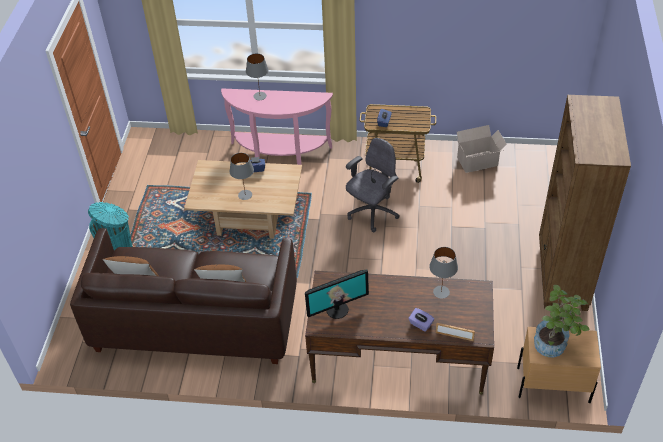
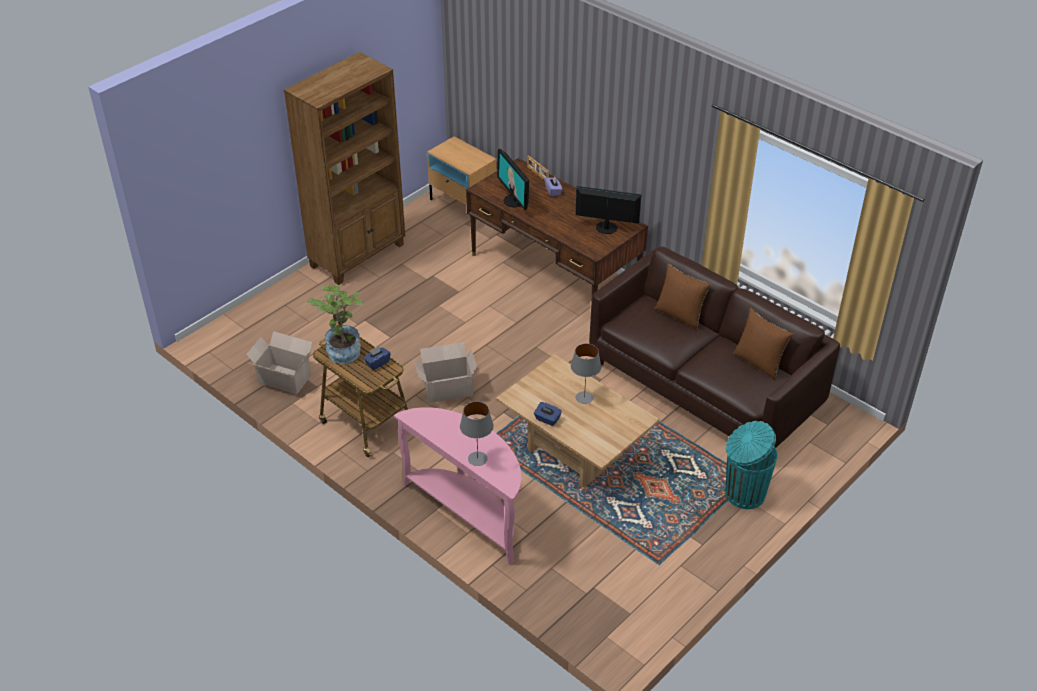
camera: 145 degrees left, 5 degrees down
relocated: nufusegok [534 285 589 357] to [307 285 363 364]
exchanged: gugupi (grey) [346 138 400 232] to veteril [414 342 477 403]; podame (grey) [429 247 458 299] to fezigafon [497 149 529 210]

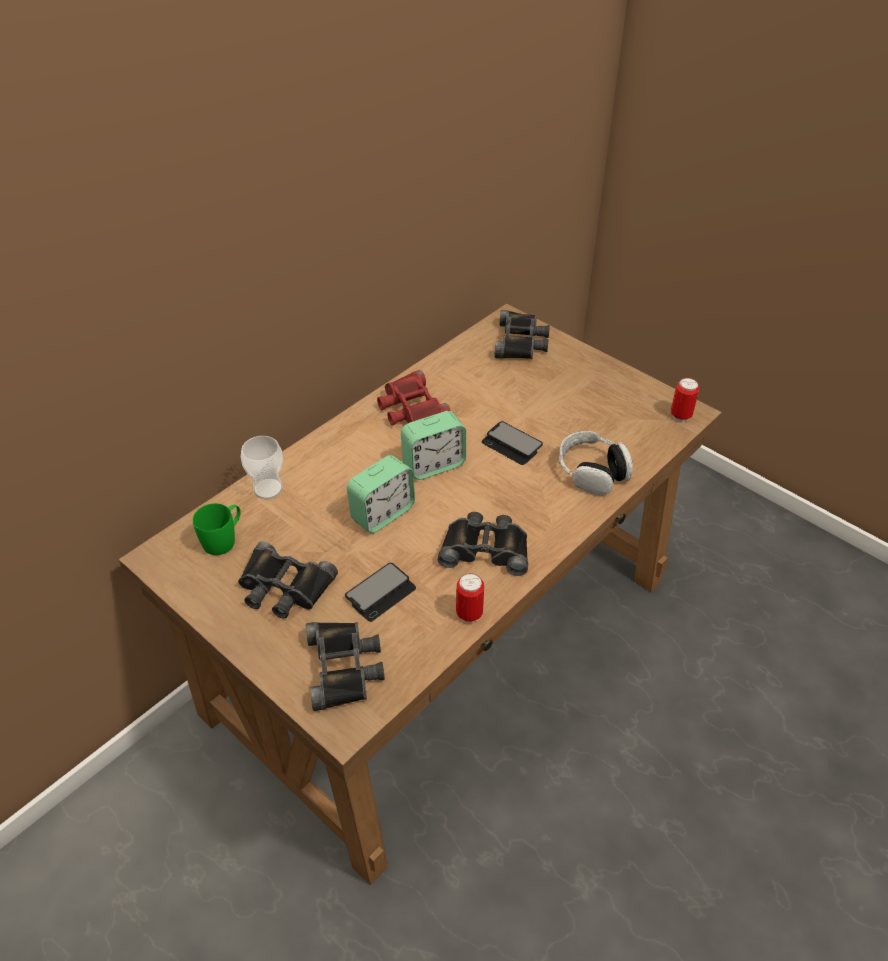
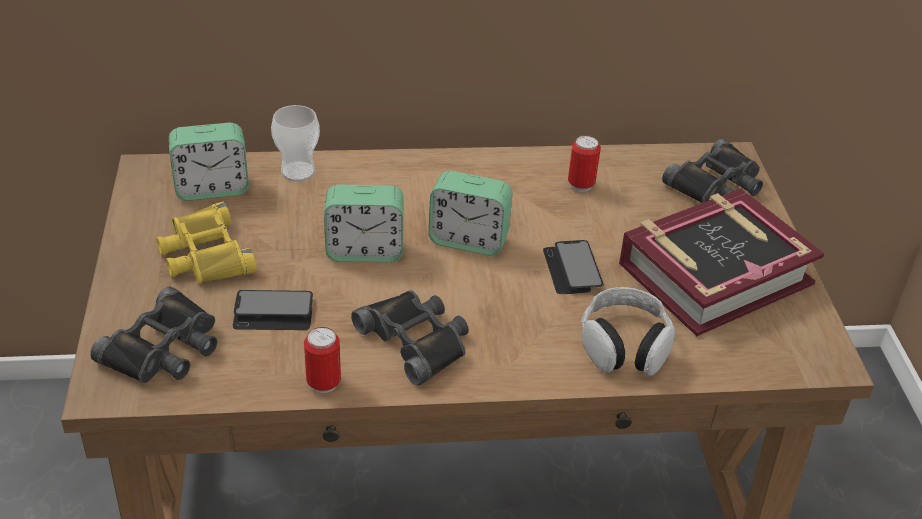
camera: 40 degrees right, 5 degrees down
missing: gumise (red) [377 370 451 426]
appeared: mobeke [619 189 824 336]
relocated: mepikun [671 378 699 422] to [568 135 601 192]
exchanged: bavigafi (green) [193 503 241 555] to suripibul [169 122 249 201]
colour: gumise (black) [238 542 338 618] to gumise (yellow) [157 202 257 284]

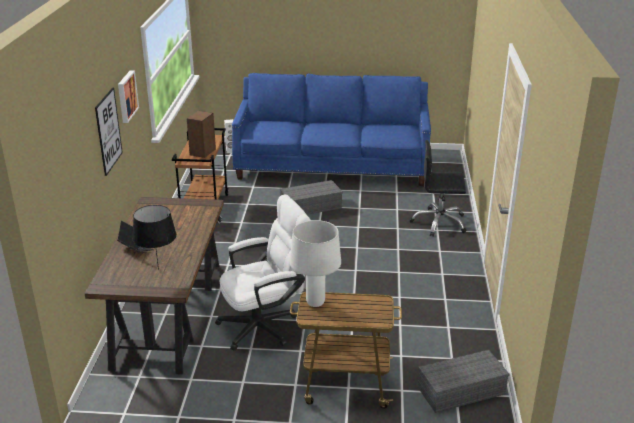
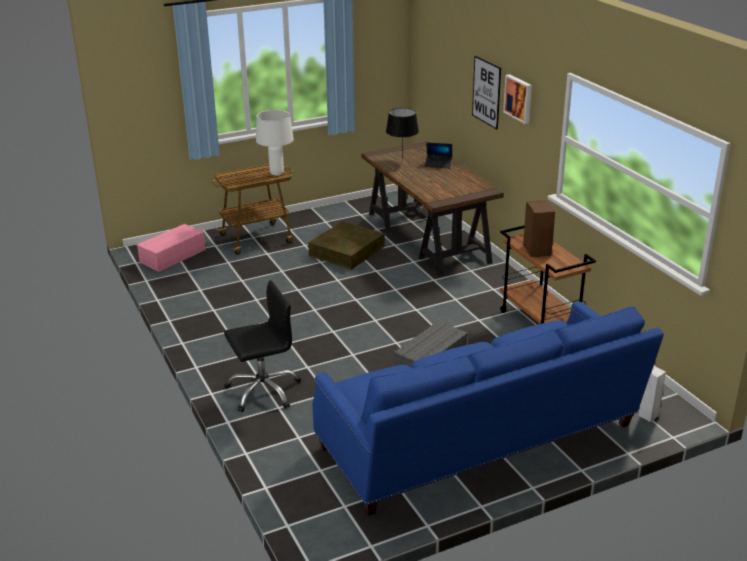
camera: 150 degrees right, 0 degrees up
exchanged: gugupi (white) [215 195 311 351] to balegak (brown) [308 221 385 270]
colour: balegak (grey) [418 350 510 413] to balegak (pink) [136 224 205 272]

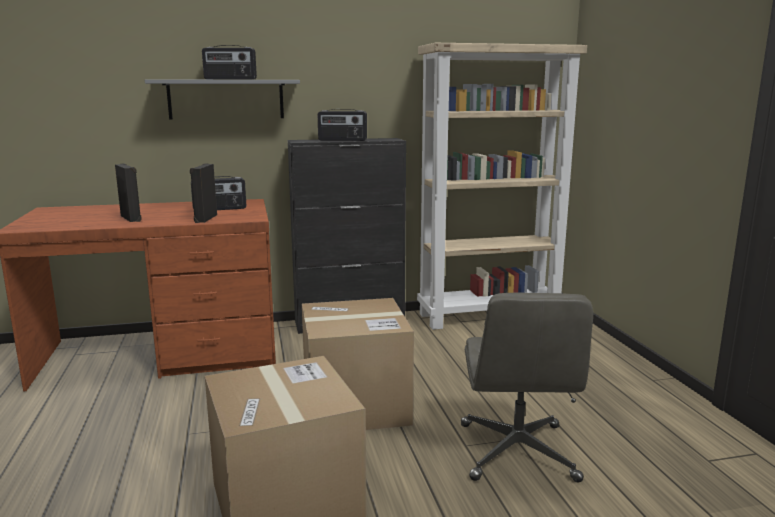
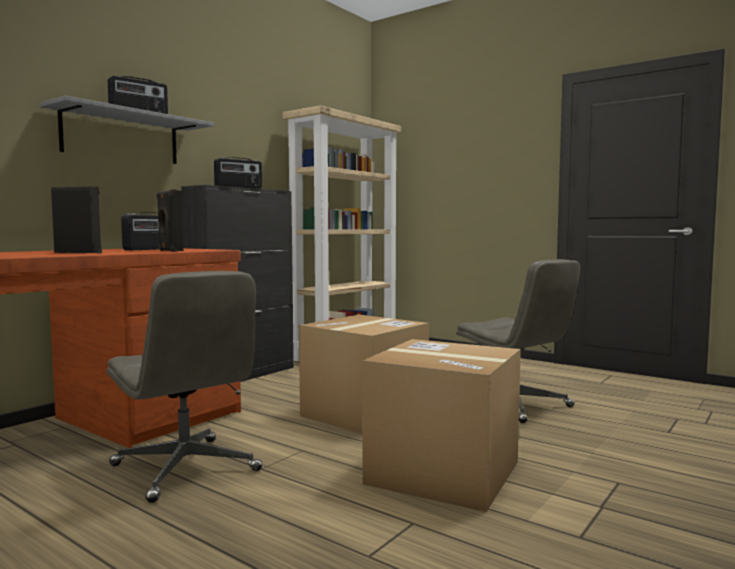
camera: 40 degrees left, 10 degrees down
appeared: gugupi (grey) [106 271 262 503]

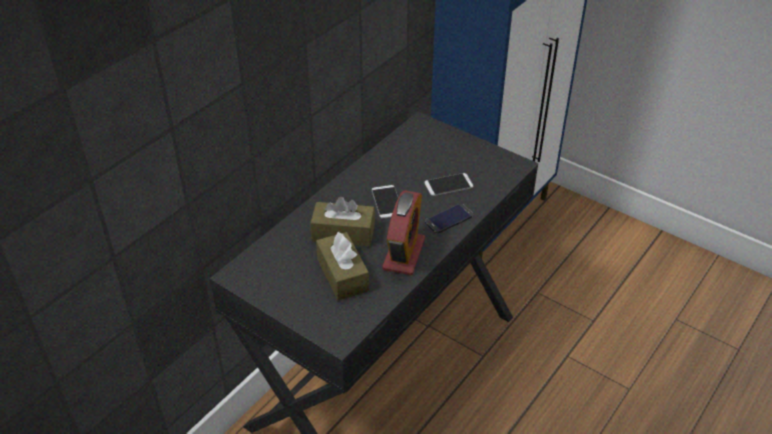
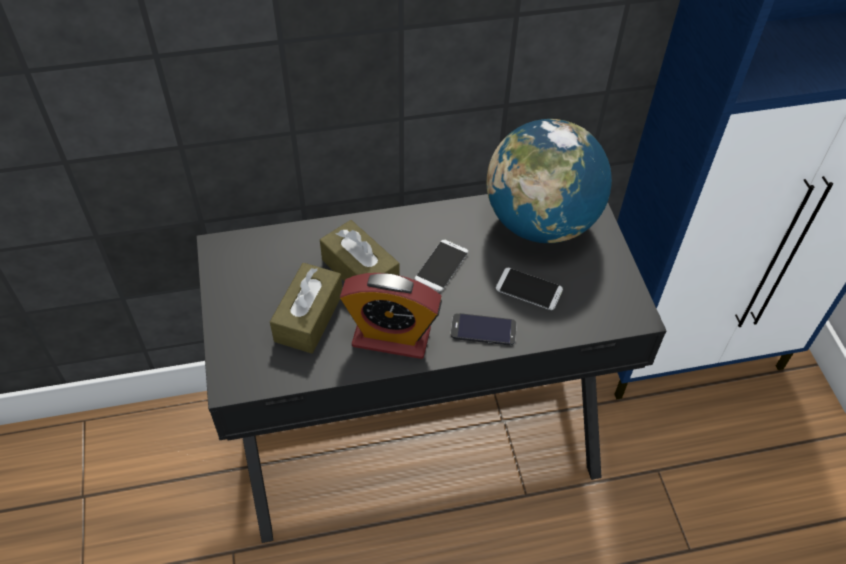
camera: 40 degrees right, 10 degrees up
appeared: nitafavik [487 119 612 243]
spun: suripibul [382 190 425 275] = [340 273 442 359] 45 degrees clockwise

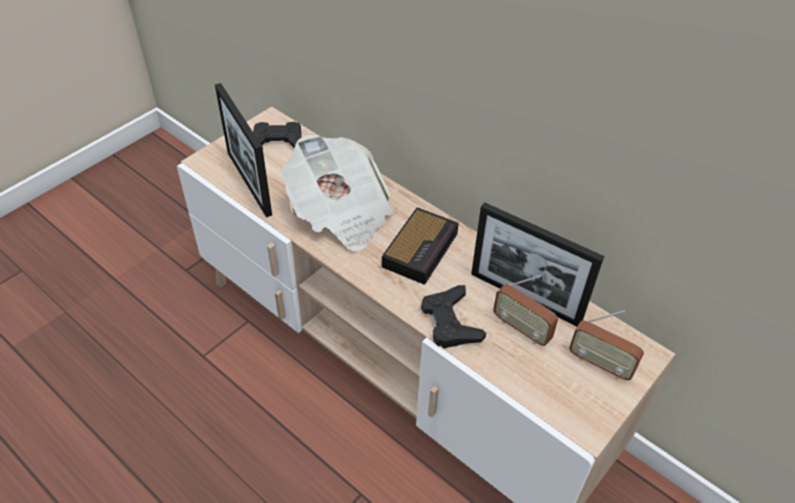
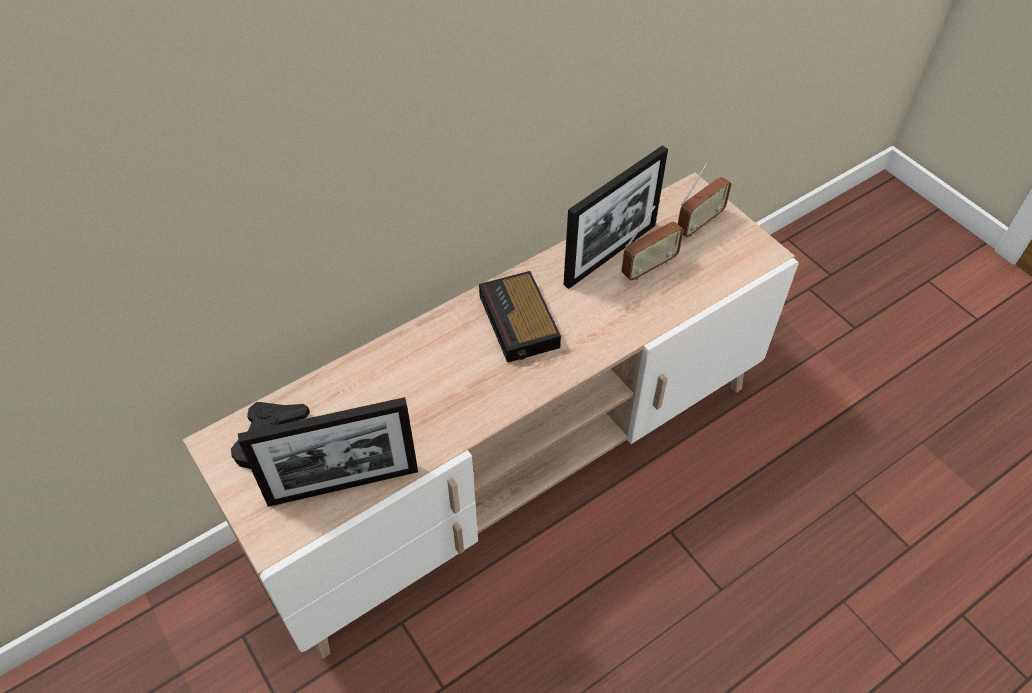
camera: 75 degrees left, 5 degrees up
missing: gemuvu [281 134 395 251]; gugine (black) [421 285 486 348]
spun: suripibul [382 207 459 285] = [479 271 561 363] 150 degrees counterclockwise

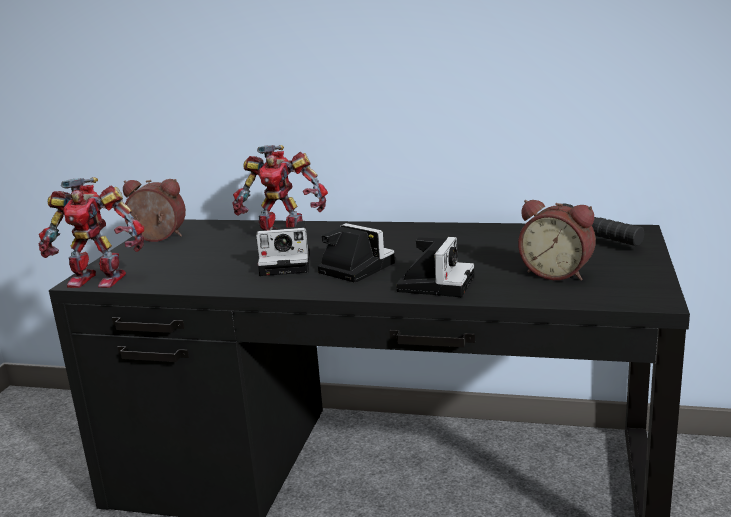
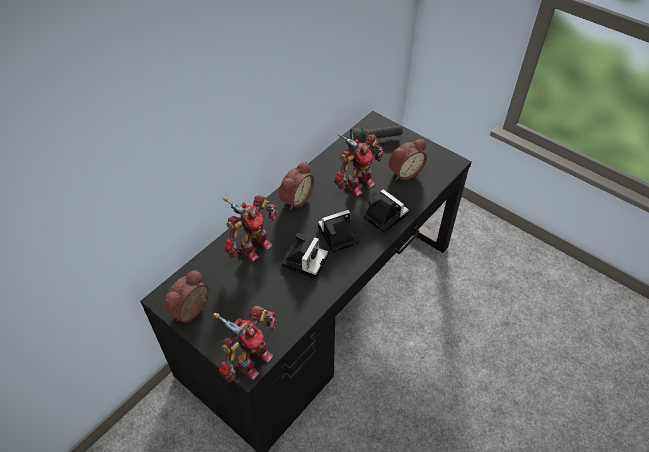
camera: 65 degrees left, 30 degrees up
appeared: suripibul [279 162 314 210]; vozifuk [334 134 384 197]

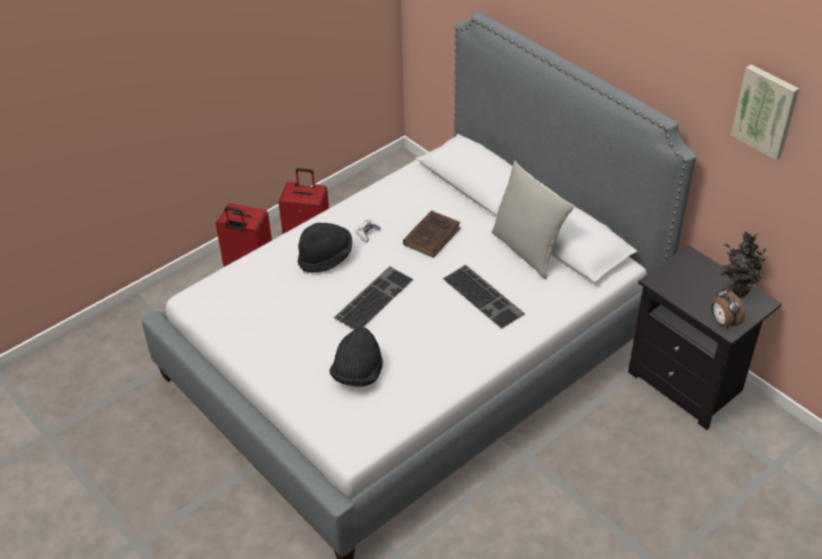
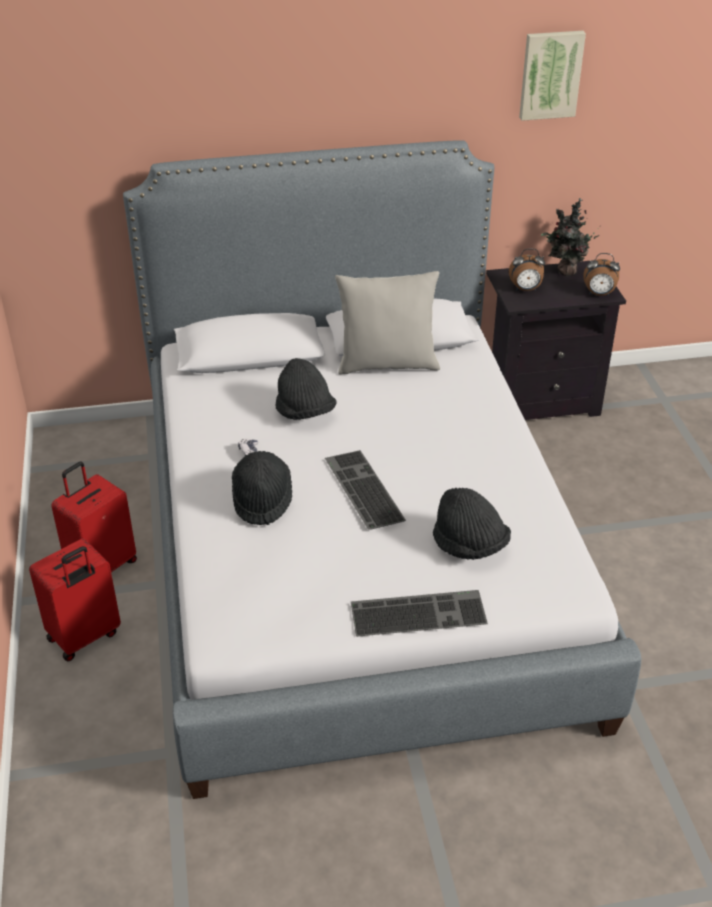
camera: 60 degrees left, 5 degrees down
appeared: suripibul [509 248 545 291]
relocated: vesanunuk [443 265 525 329] to [351 590 488 637]
exchanged: mobeke (brown) [403 210 460 258] to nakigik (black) [275 358 336 420]

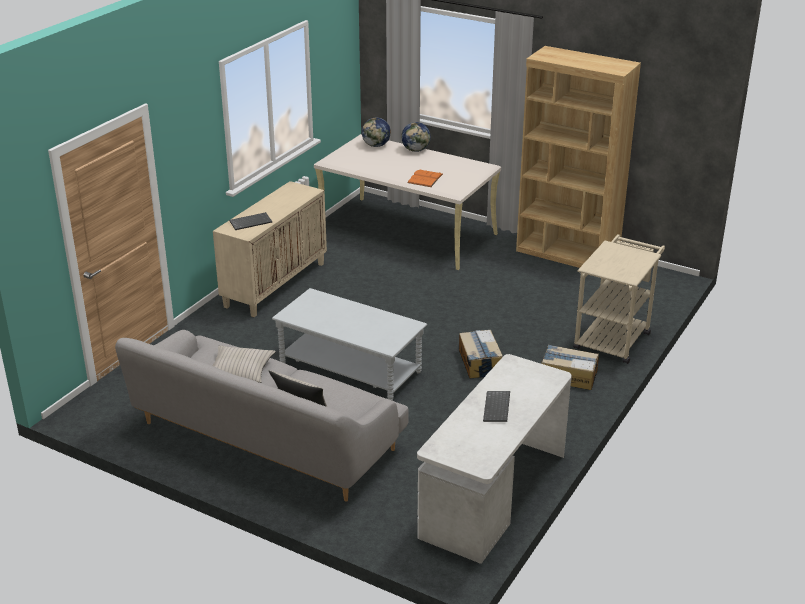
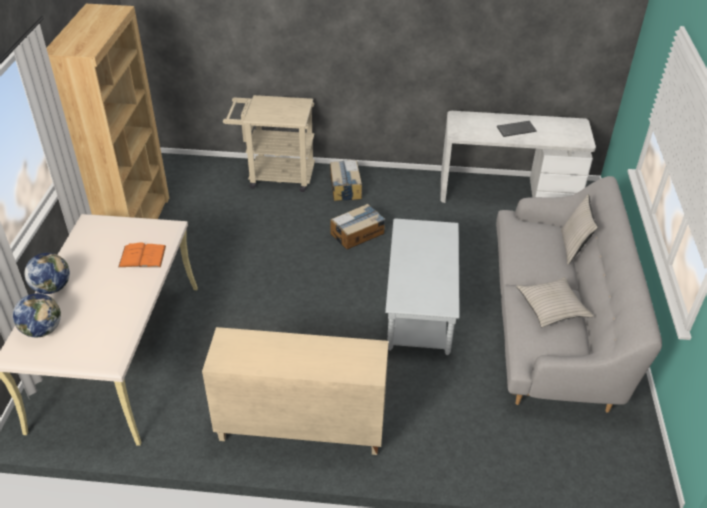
camera: 115 degrees left, 10 degrees up
missing: vesanunuk [229 212 272 230]

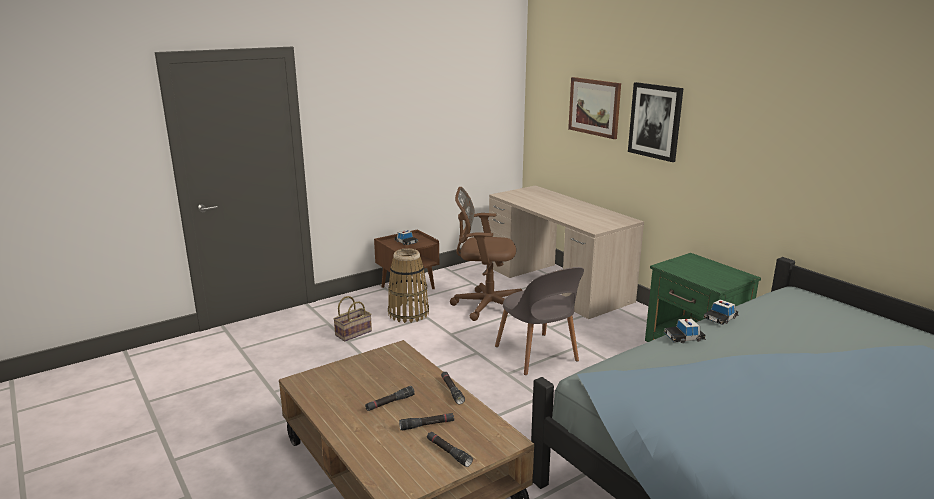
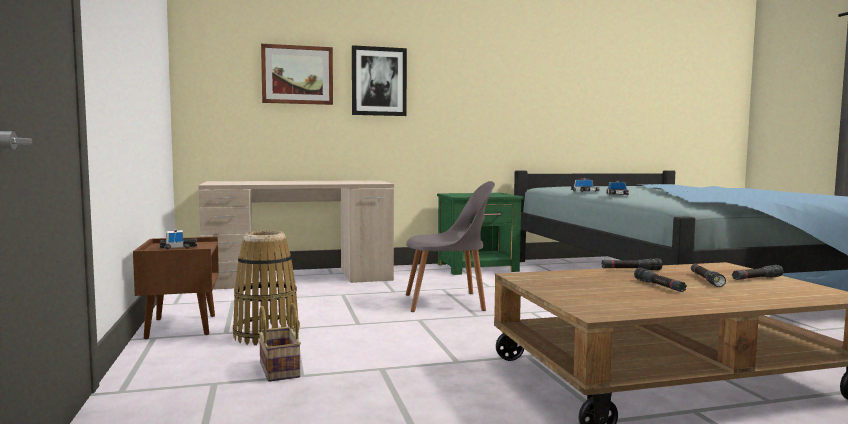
camera: 70 degrees left, 15 degrees down
missing: gugupi (brown) [450 187 522 321]

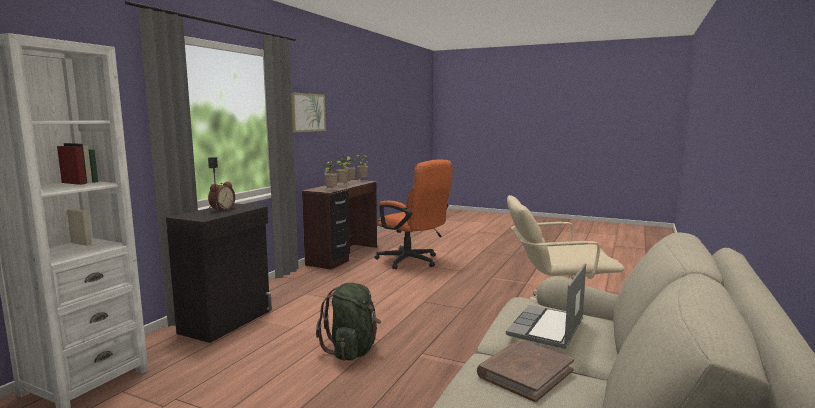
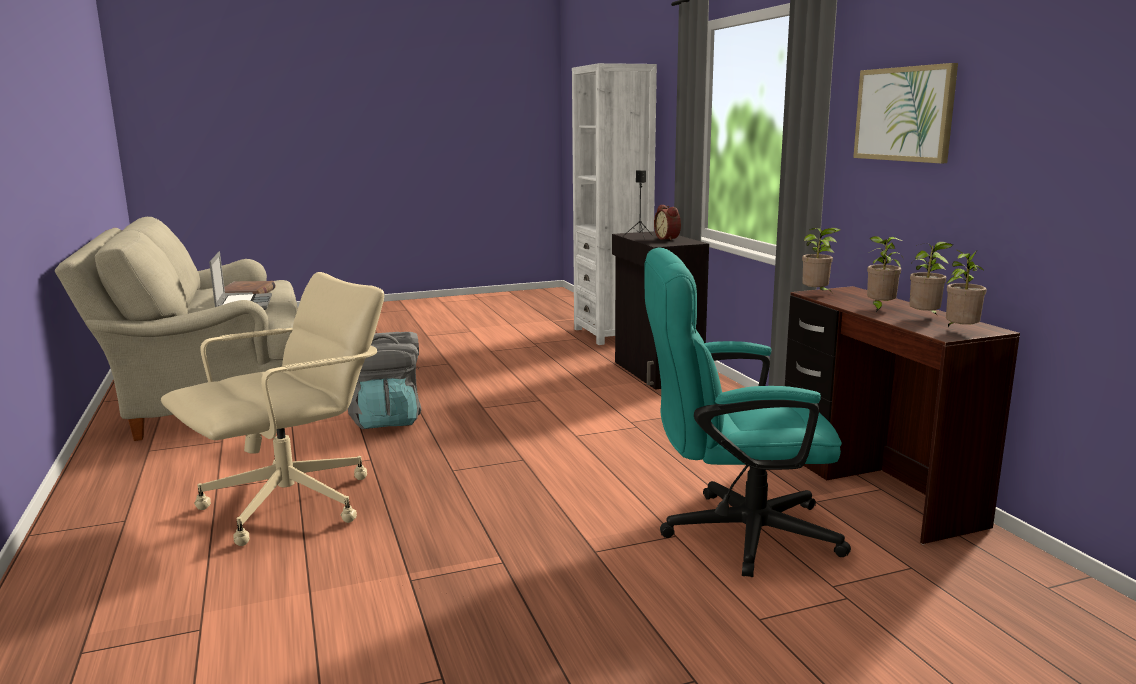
camera: 135 degrees right, 5 degrees up
missing: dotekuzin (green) [316 283 381 361]
appeared: dotekuzin (grey) [348 332 422 429]
colour: gugupi (orange) [375 160 453 269] to gugupi (turquoise) [644 247 851 577]

